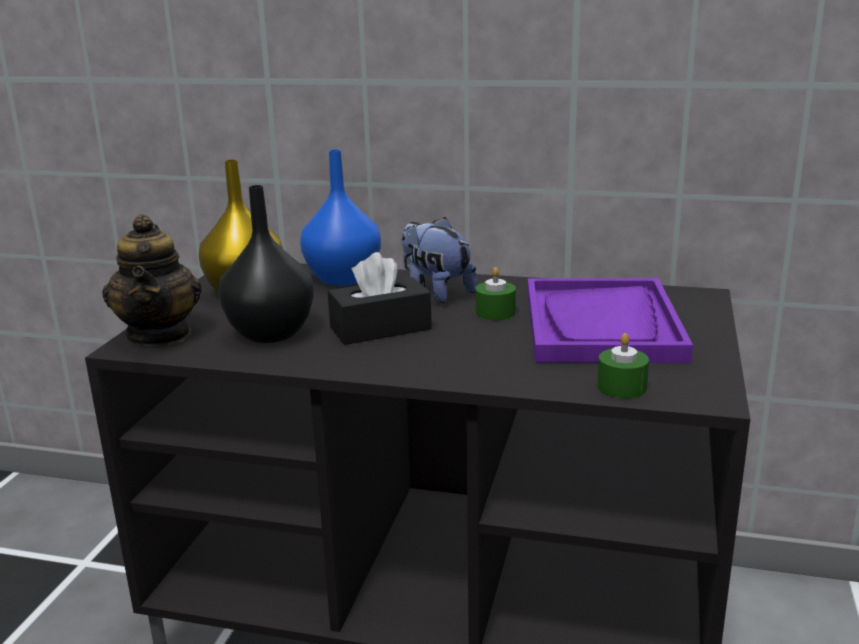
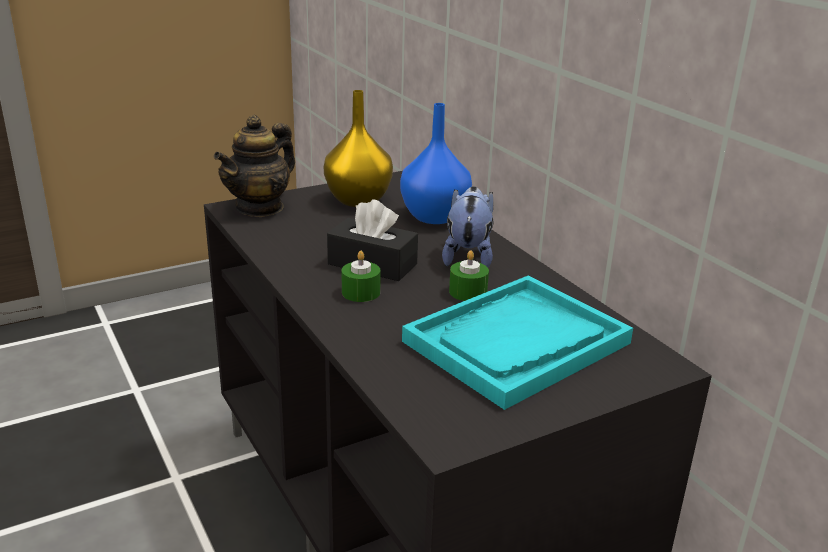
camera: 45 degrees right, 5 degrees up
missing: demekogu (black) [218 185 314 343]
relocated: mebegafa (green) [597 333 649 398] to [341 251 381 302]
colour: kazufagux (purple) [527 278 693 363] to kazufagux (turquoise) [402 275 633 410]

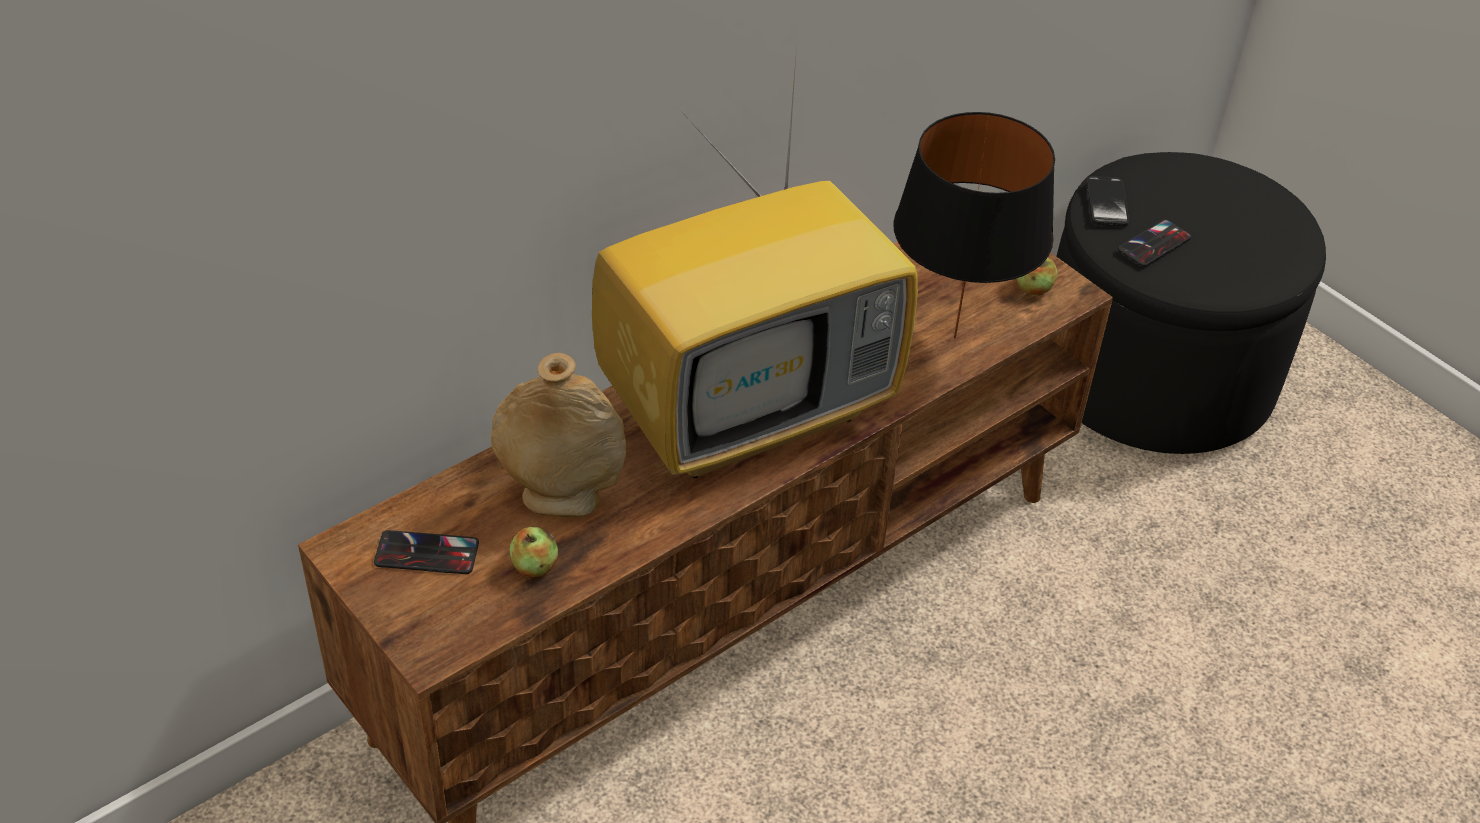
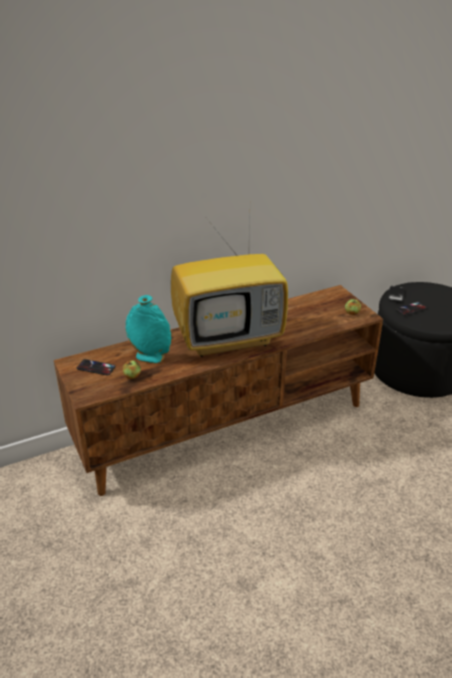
camera: 15 degrees right, 10 degrees down
missing: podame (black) [893 112 1055 339]
colour: demekogu (beige) [491 353 626 517] to demekogu (turquoise) [125 295 172 363]

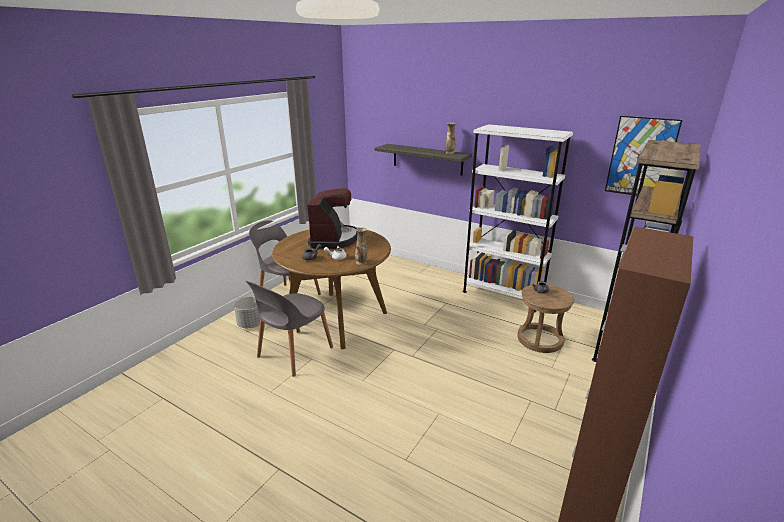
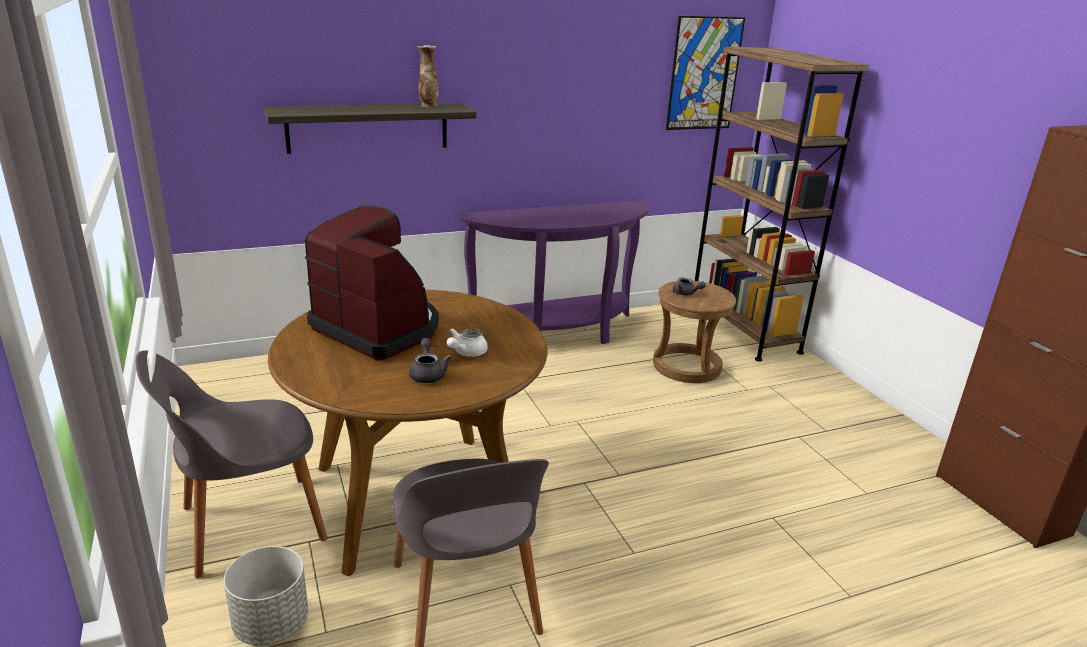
camera: 55 degrees left, 0 degrees up
missing: demekogu [355 227 368 265]
exchanged: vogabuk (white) [463 124 573 313] to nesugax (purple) [457 200 649 344]

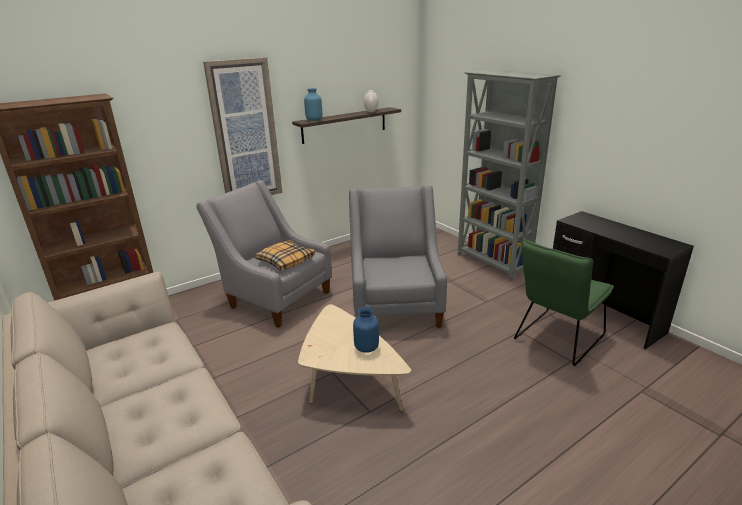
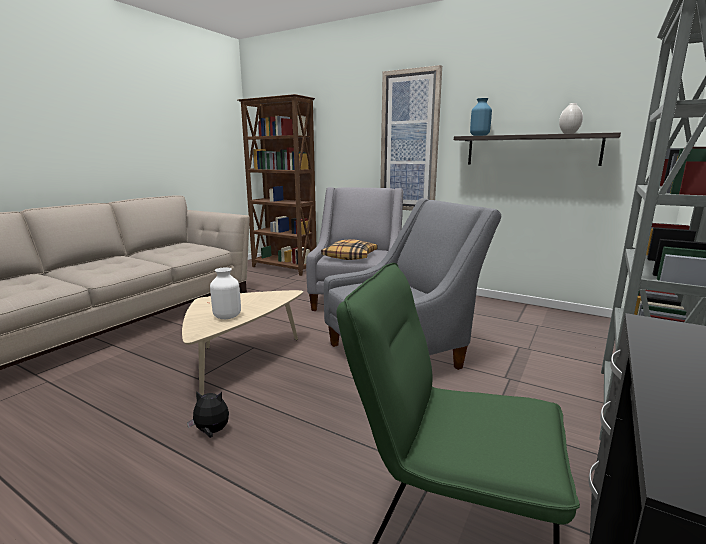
camera: 65 degrees right, 10 degrees down
appeared: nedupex [187 391 229 438]
colour: demekogu (blue) [353 307 379 353] to demekogu (white) [210 267 241 319]

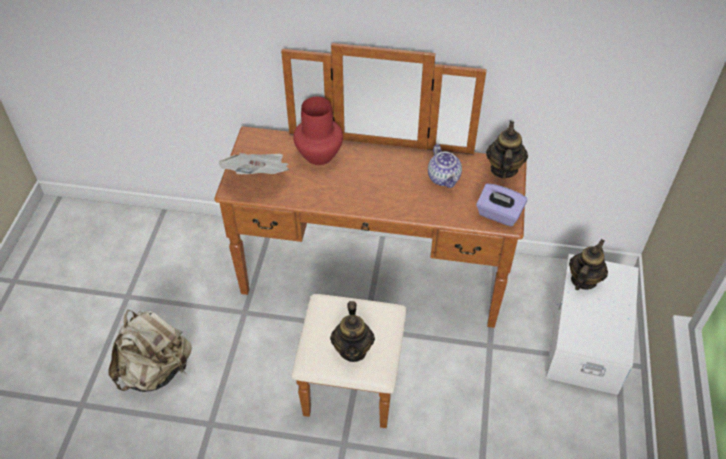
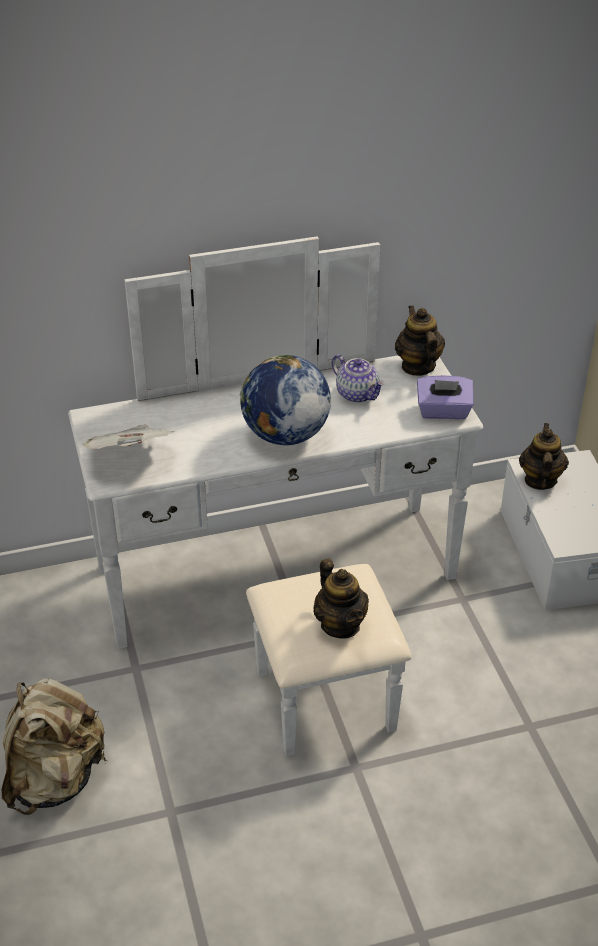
camera: 25 degrees left, 10 degrees down
missing: demekogu (red) [293 97 343 165]
appeared: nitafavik [239 355 331 445]
colour: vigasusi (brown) [214 43 527 428] to vigasusi (white) [68 237 483 756]

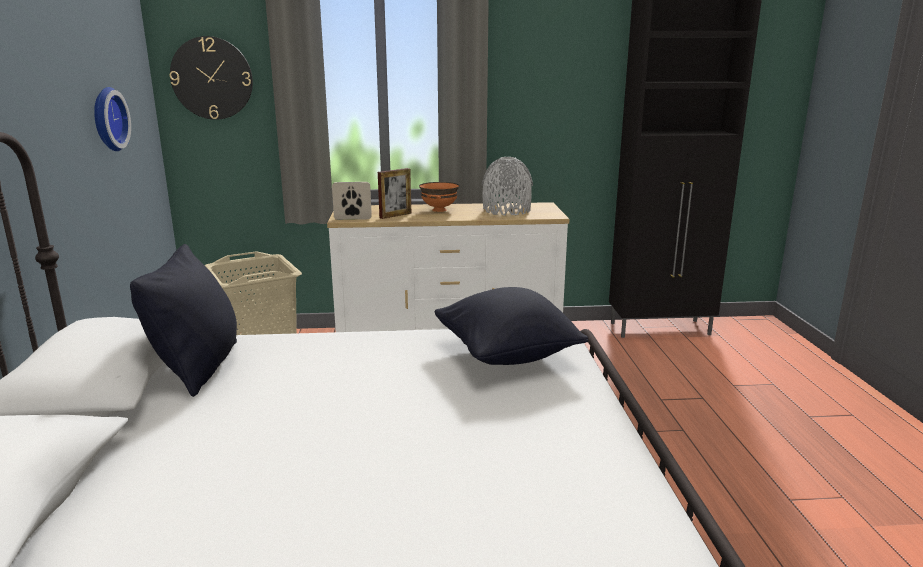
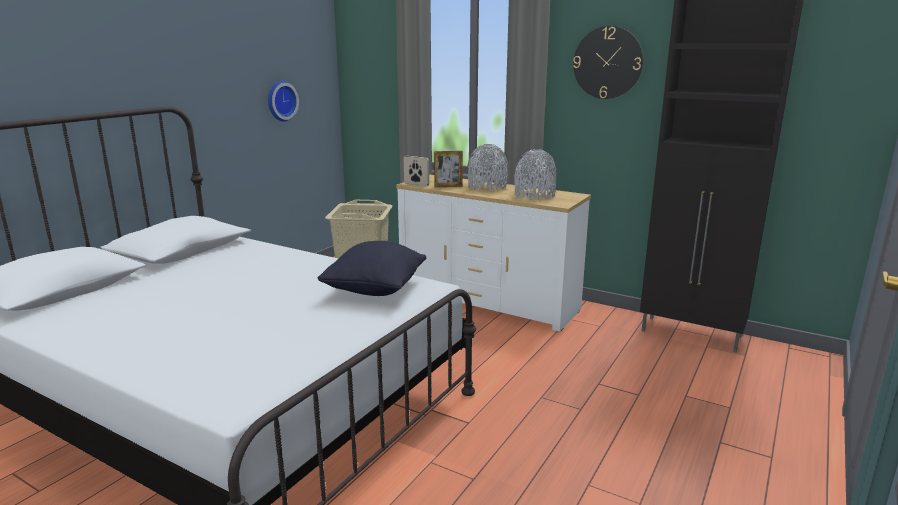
camera: 35 degrees right, 0 degrees up
missing: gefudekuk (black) [130 244 237 397]
relocated: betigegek [170 36 253 120] to [573 26 643 99]
exchanged: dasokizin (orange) [419 182 459 212] to demekogu (grey) [467 144 509 191]

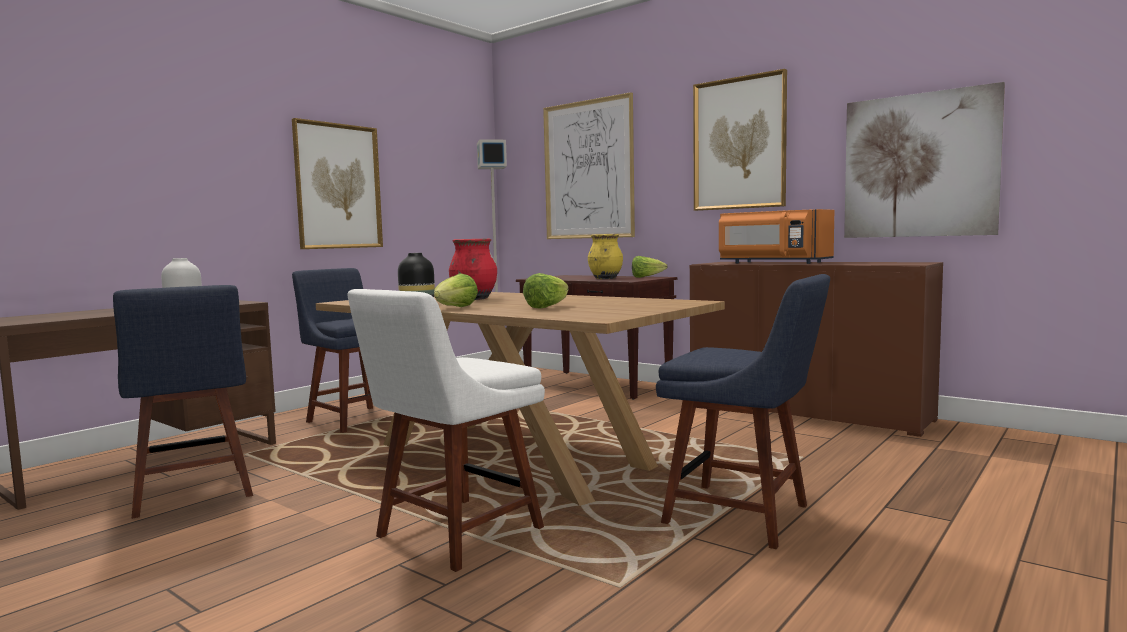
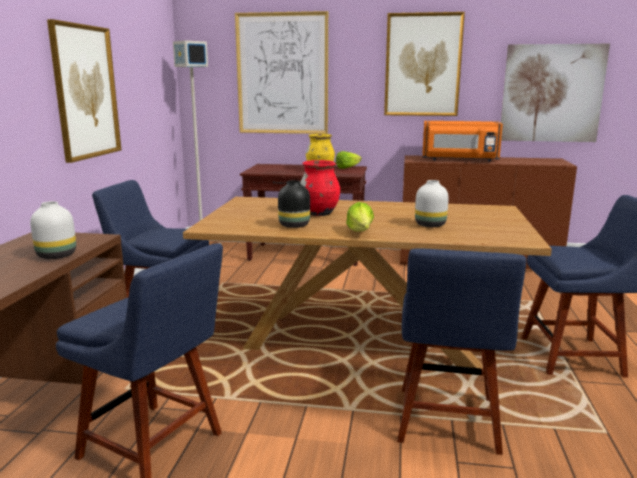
camera: 30 degrees left, 10 degrees up
exchanged: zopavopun [523 273 568 308] to demekogu (white) [415 180 449 227]
colour: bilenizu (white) [347 289 545 572] to bilenizu (blue) [397 248 526 455]

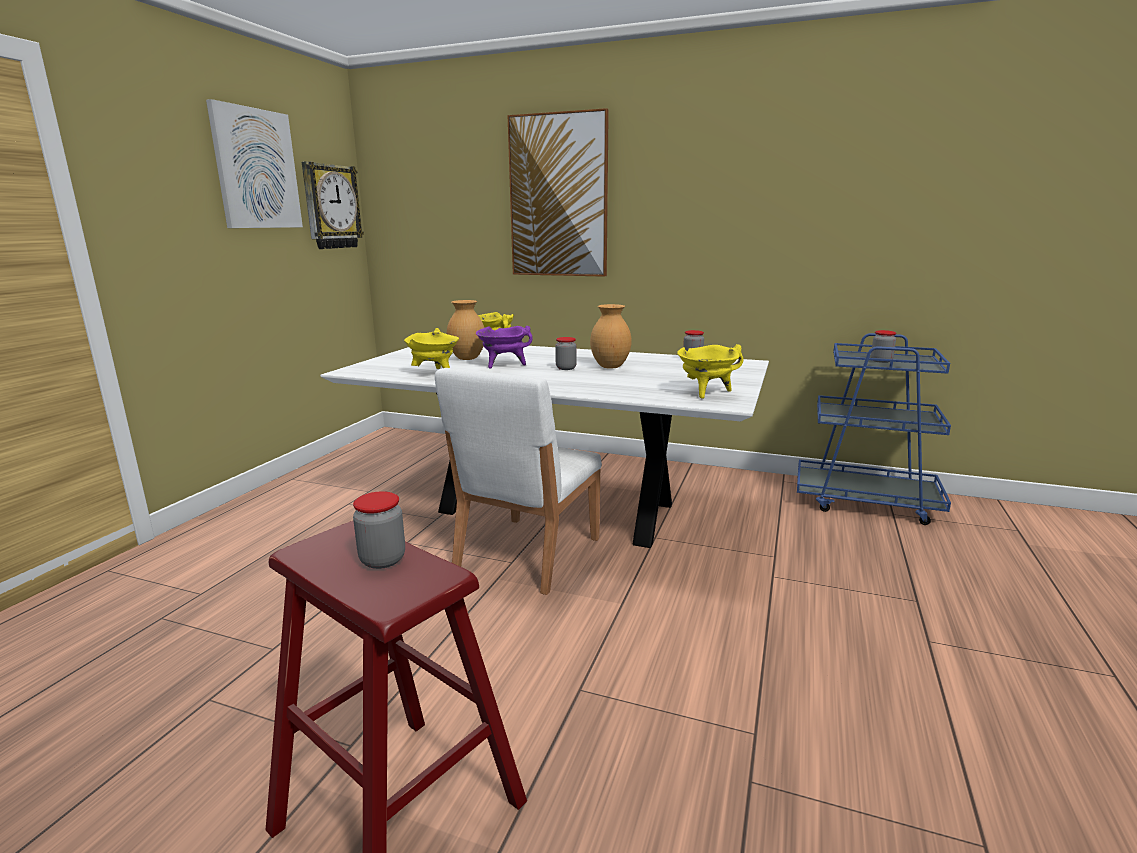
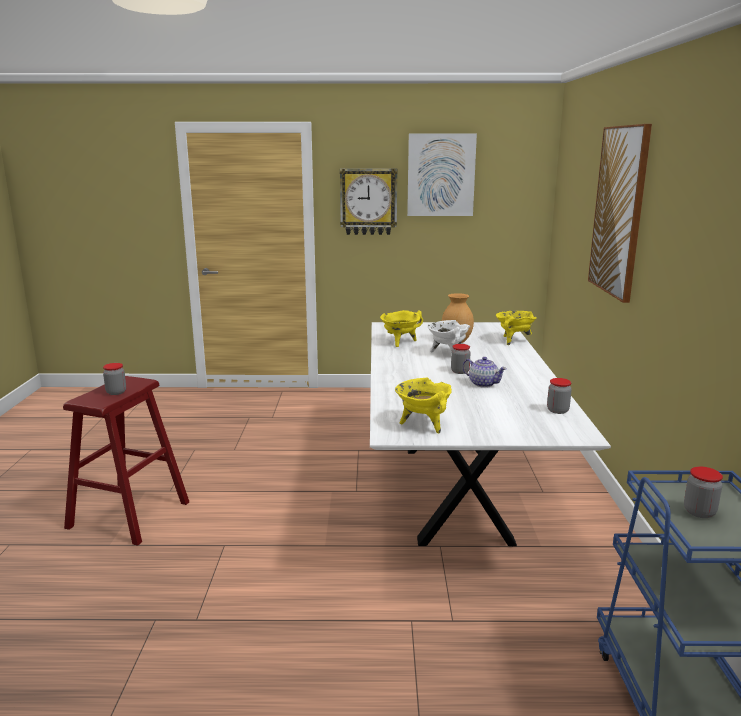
camera: 70 degrees right, 0 degrees up
missing: bilenizu (white) [435 368 602 595]
relocated: betigegek [302 162 364 249] to [340 169 398 235]
exchanged: demekogu (brown) [590 304 632 369] to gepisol [463 357 507 388]
colour: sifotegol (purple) [476 326 533 369] to sifotegol (white) [427 320 470 352]

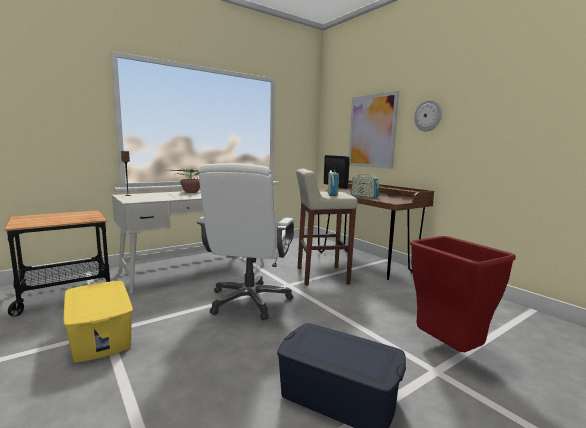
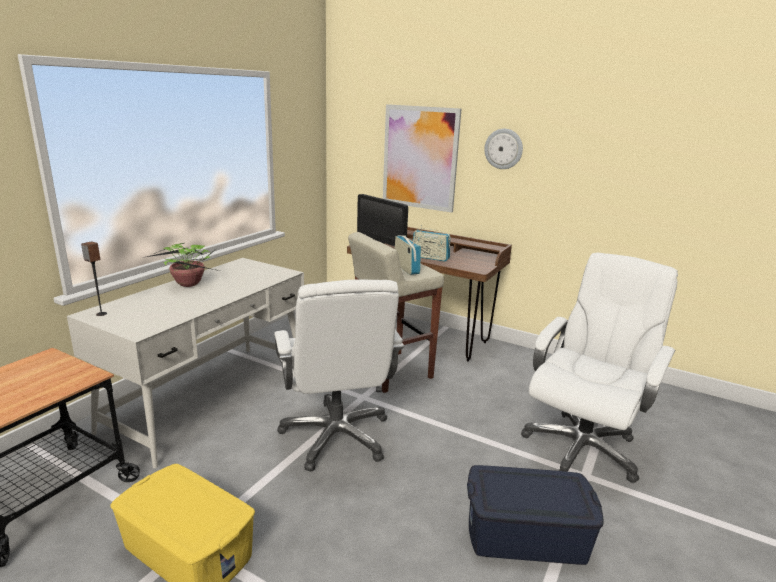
camera: 25 degrees left, 10 degrees up
exchanged: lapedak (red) [410 236 516 352] to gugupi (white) [521 253 678 483]

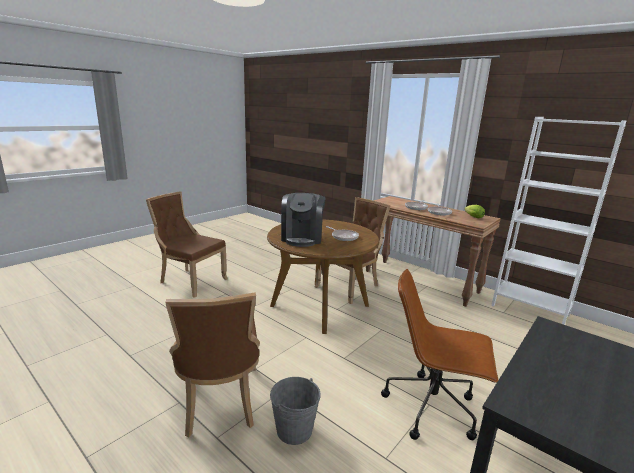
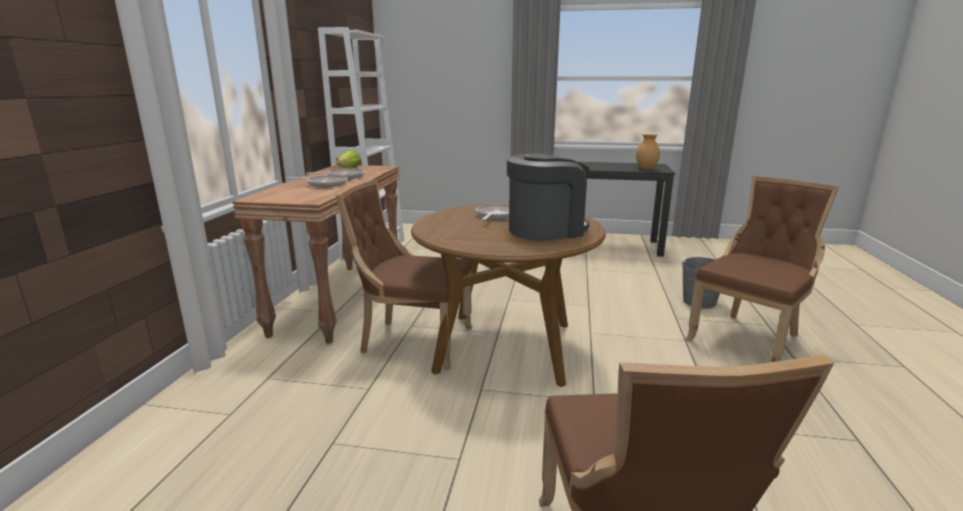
camera: 120 degrees left, 0 degrees up
missing: gugupi (brown) [381 269 498 440]
appeared: demekogu (brown) [636 134 660 170]

